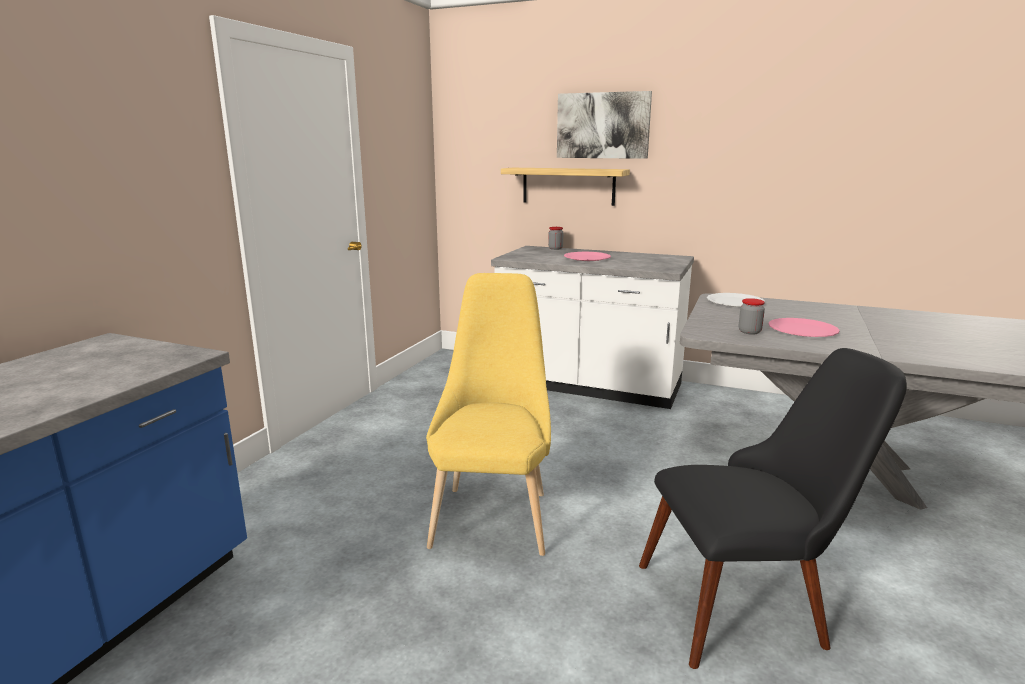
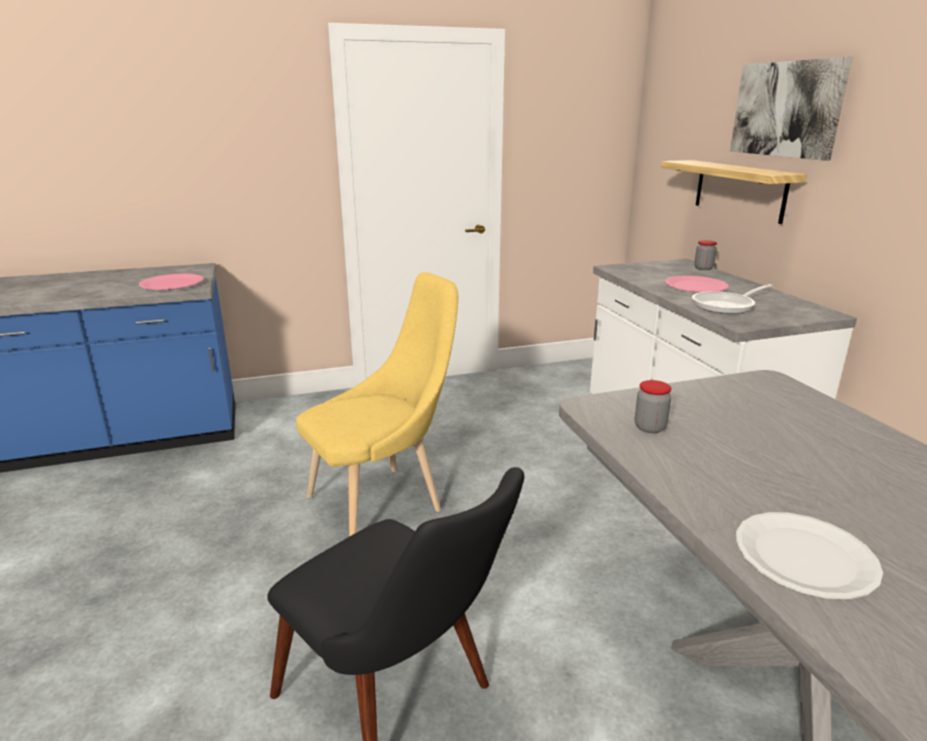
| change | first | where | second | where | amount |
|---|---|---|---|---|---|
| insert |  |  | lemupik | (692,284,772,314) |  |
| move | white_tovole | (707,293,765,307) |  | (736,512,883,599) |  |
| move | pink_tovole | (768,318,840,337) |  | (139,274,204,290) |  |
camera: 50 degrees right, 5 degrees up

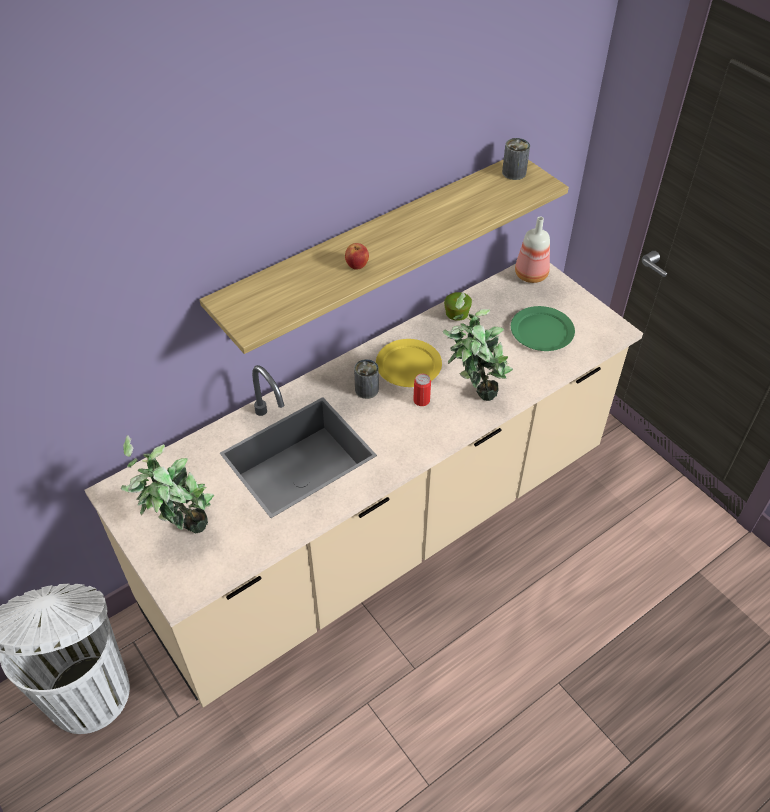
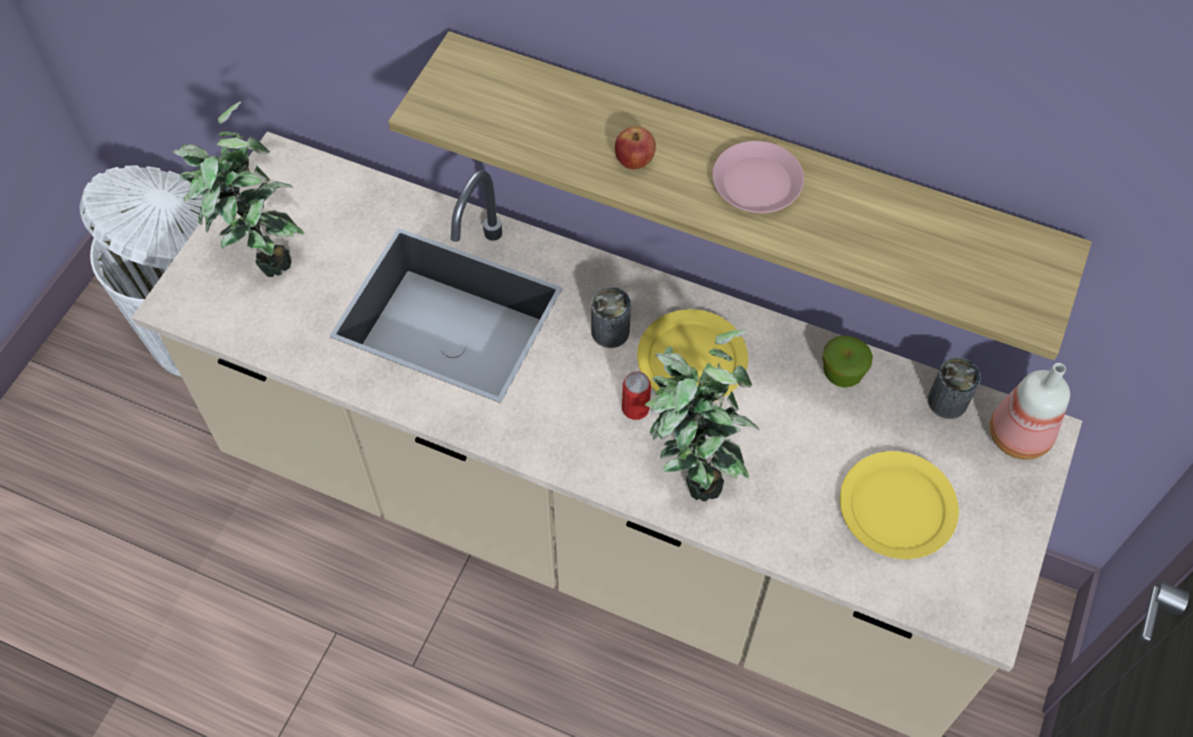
| change | first | where | second | where | amount |
|---|---|---|---|---|---|
| insert |  |  | pink_tovole | (712,141,804,213) |  |
| move | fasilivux | (502,138,530,180) |  | (928,357,981,419) |  |
| recolor | green_tovole | (511,306,575,351) | yellow_tovole | (840,451,959,559) |  |
camera: 60 degrees right, 10 degrees up

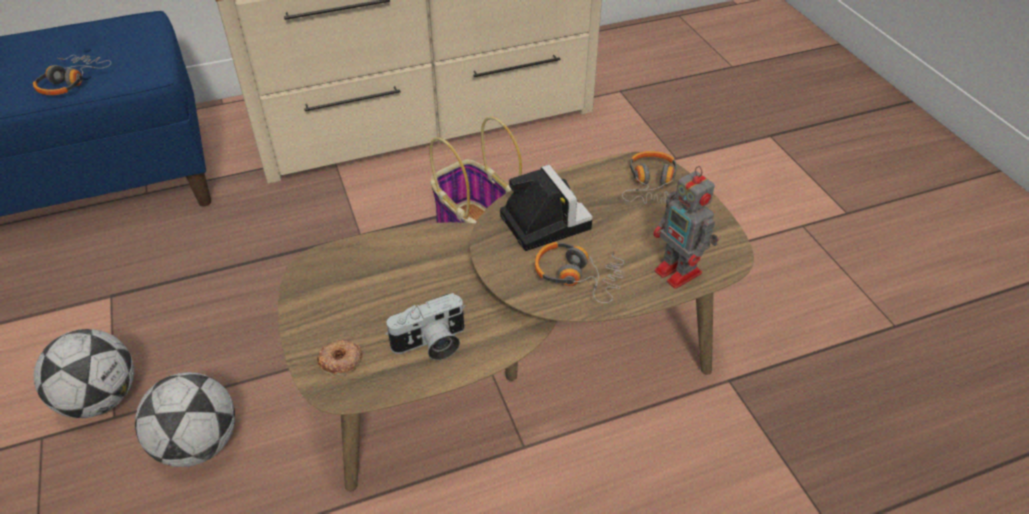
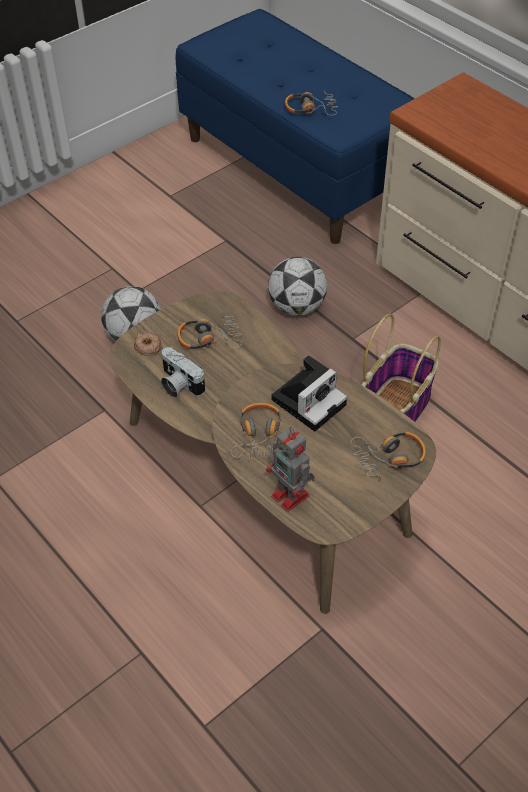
| change | first | where | second | where | amount |
|---|---|---|---|---|---|
| insert |  |  | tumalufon | (177,311,242,349) |  |
| move | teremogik | (34,329,134,418) |  | (268,257,327,316) |  |
| rotate | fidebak | (653,166,719,289) |  | (266,427,315,512) | 75 degrees counterclockwise |
camera: 70 degrees right, 5 degrees up

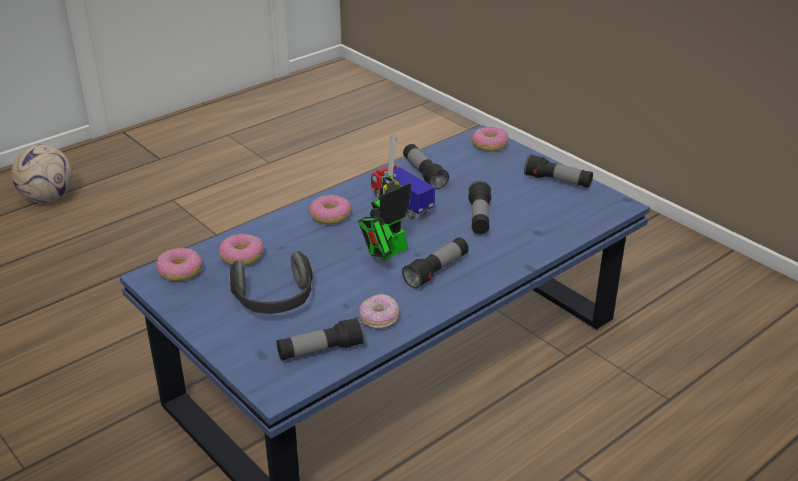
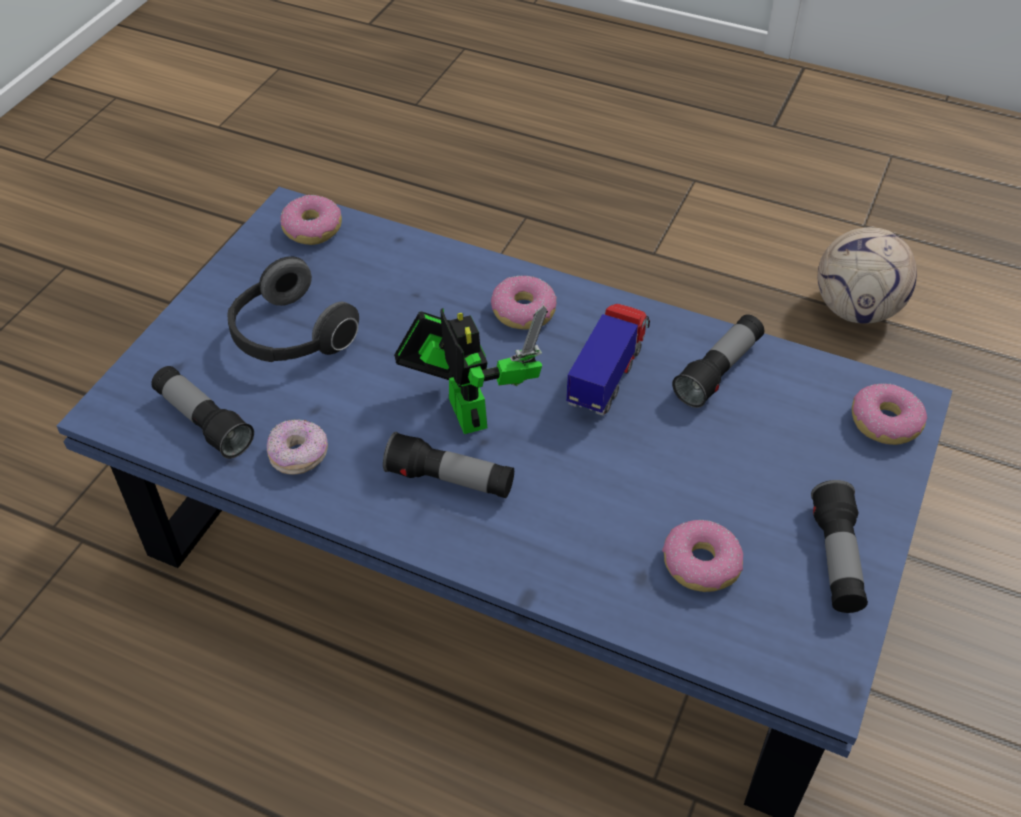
| change | first | where | second | where | amount |
|---|---|---|---|---|---|
| delete | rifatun | (468,181,491,234) |  |  |  |
| move | teremogik | (11,144,73,203) |  | (818,227,917,324) |  |
| move | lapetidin | (219,234,264,266) |  | (662,519,743,592) |  |
| rotate | fidebak | (358,132,411,260) |  | (394,306,548,434) | 45 degrees clockwise |
camera: 65 degrees right, 15 degrees up

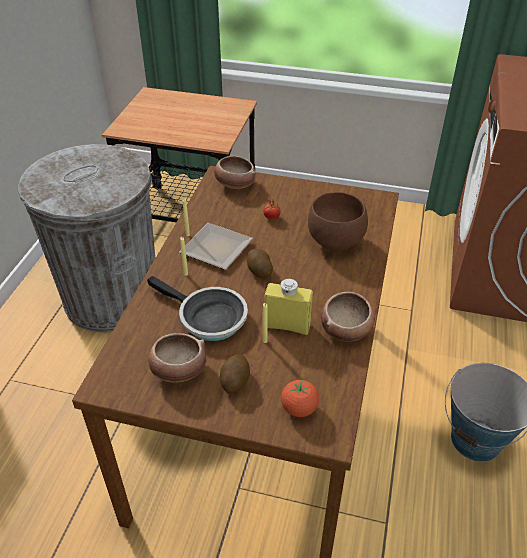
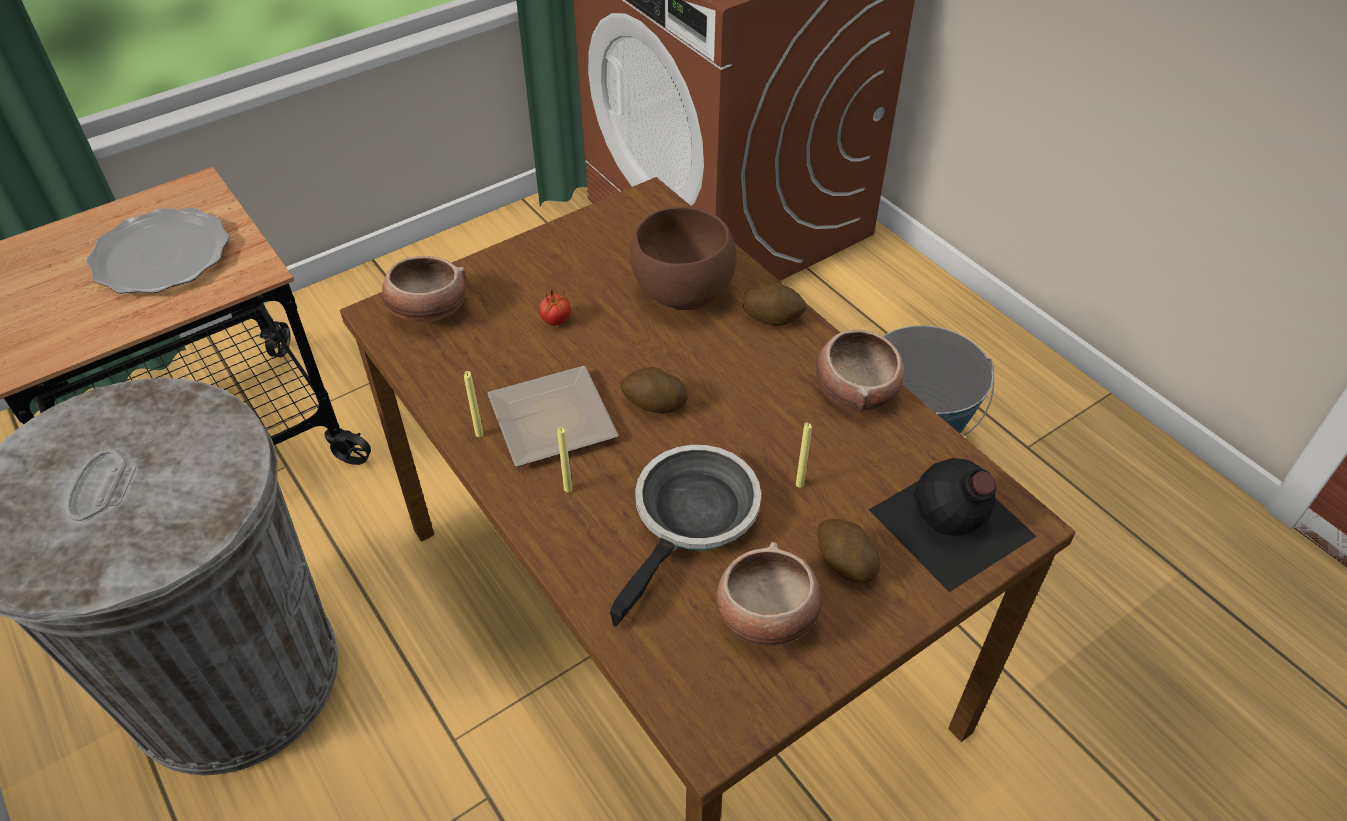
| change | first | where | second | where | amount |
|---|---|---|---|---|---|
| delete | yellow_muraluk | (265,279,313,335) |  |  |  |
| insert |  |  | tovole | (86,208,229,293) |  |
| insert |  |  | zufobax | (742,283,806,326) |  |
| replace | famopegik | (281,380,319,417) | black_muraluk | (869,458,1037,592) |  |
| rotate | lemupik | (147,276,248,341) |  | (610,445,761,627) | 45 degrees counterclockwise |
camera: 50 degrees left, 5 degrees up

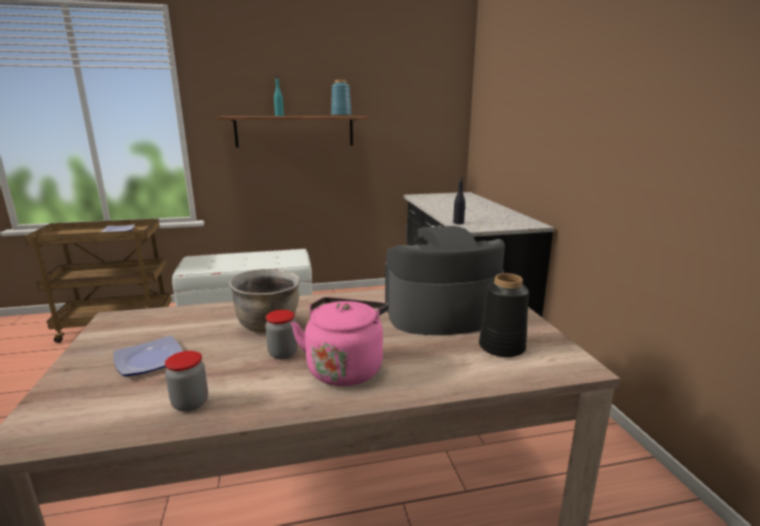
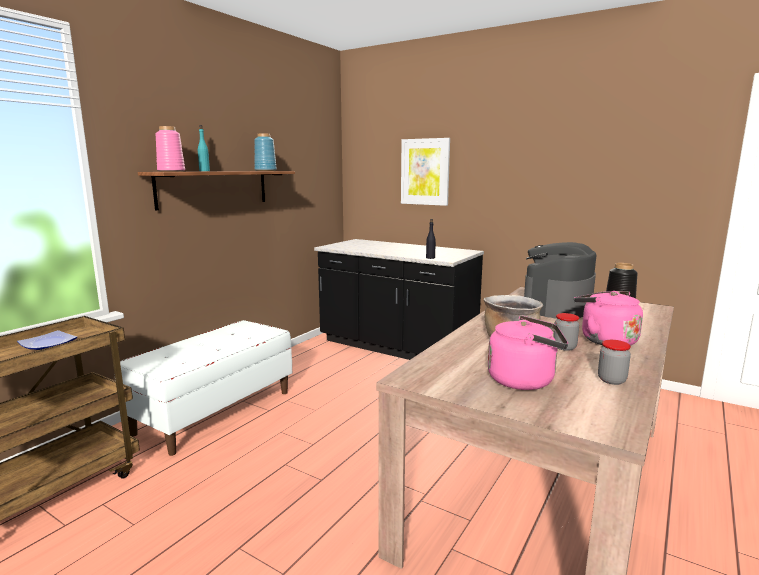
| change | first | where | second | where | amount |
|---|---|---|---|---|---|
| insert |  |  | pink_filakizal | (156,126,185,172) |  |
| insert |  |  | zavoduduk | (401,138,450,206) |  |
| replace | tovole | (114,336,183,376) | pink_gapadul | (488,315,568,390) |  |
camera: 45 degrees left, 5 degrees down

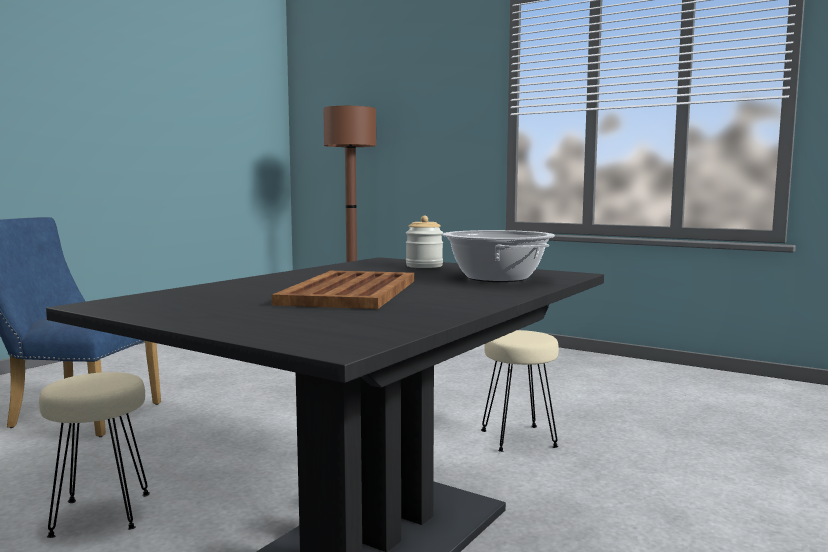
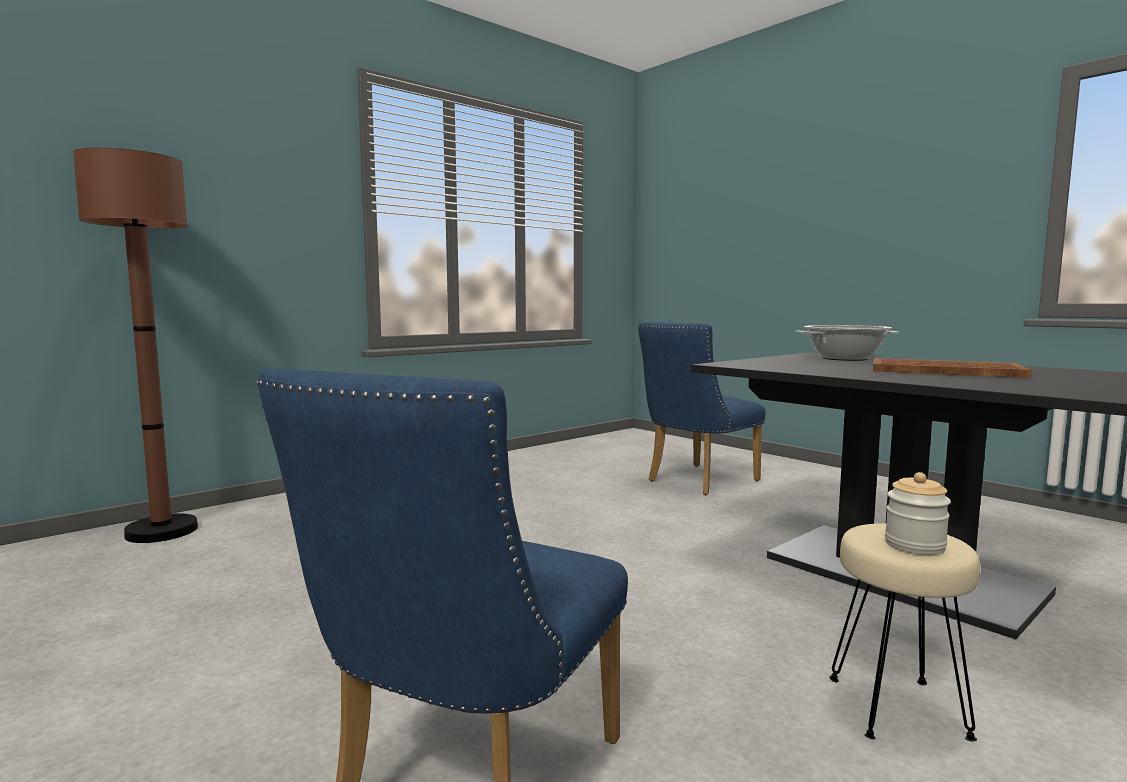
| change | first | where | second | where | amount |
|---|---|---|---|---|---|
| delete | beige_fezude | (481,330,559,452) |  |  |  |
| insert |  |  | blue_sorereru | (638,322,766,495) |  |
| move | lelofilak | (406,216,443,268) |  | (885,472,951,555) |  |
camera: 75 degrees left, 0 degrees up

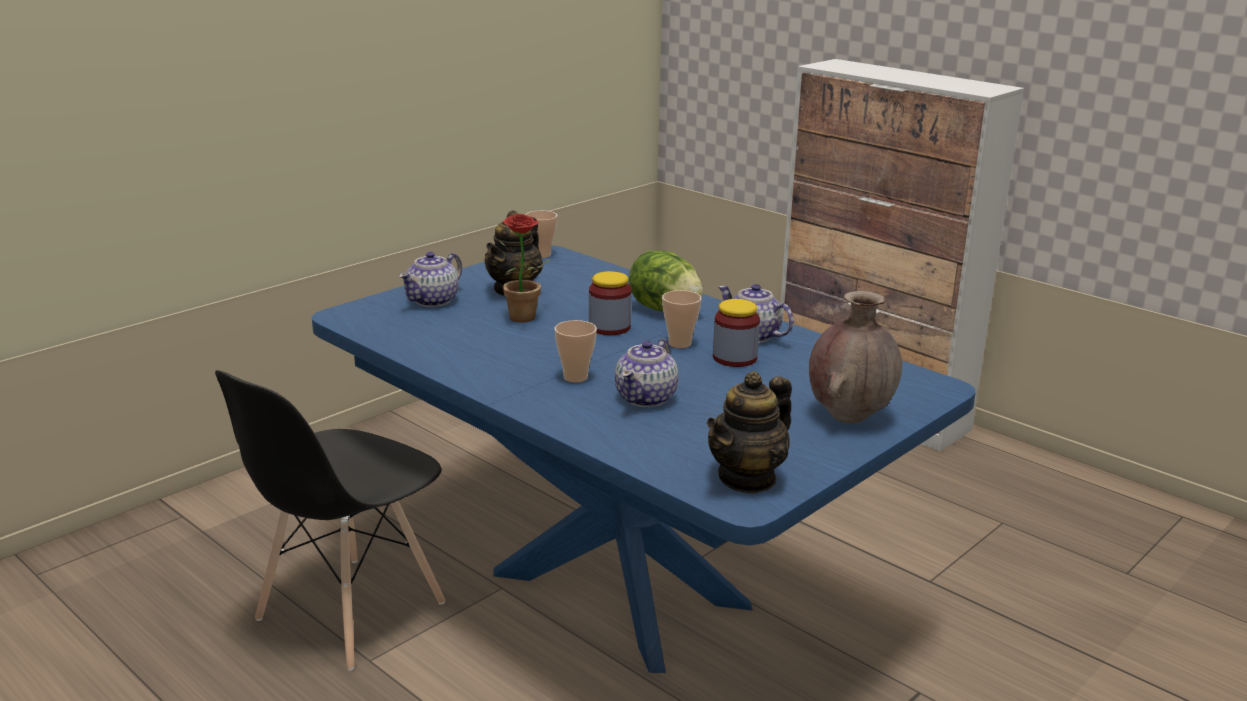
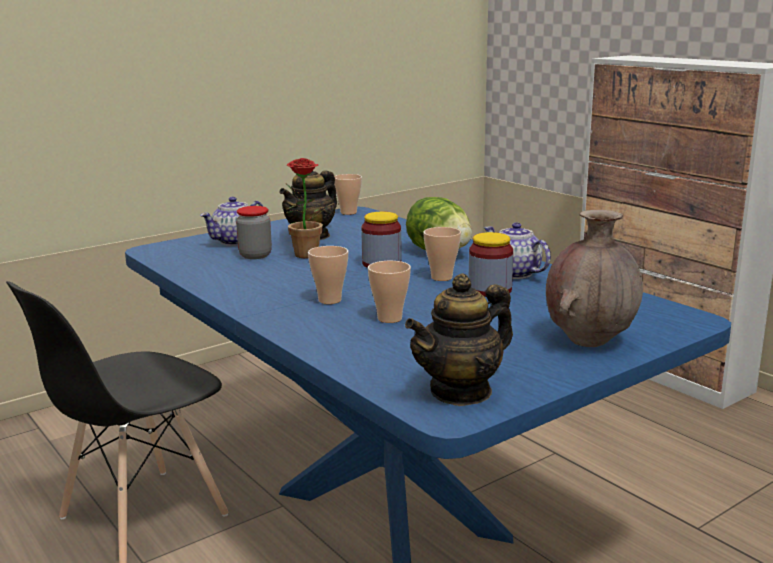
| change | first | where | second | where | amount |
|---|---|---|---|---|---|
| insert |  |  | lelofilak | (236,206,272,259) |  |
| replace | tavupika | (615,339,678,407) | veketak | (368,261,411,323) |  |
camera: 10 degrees right, 5 degrees down

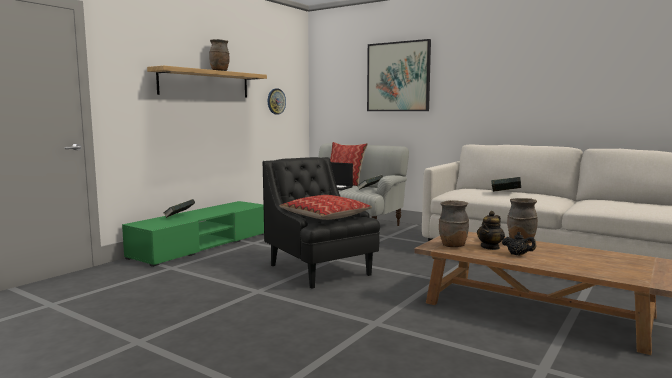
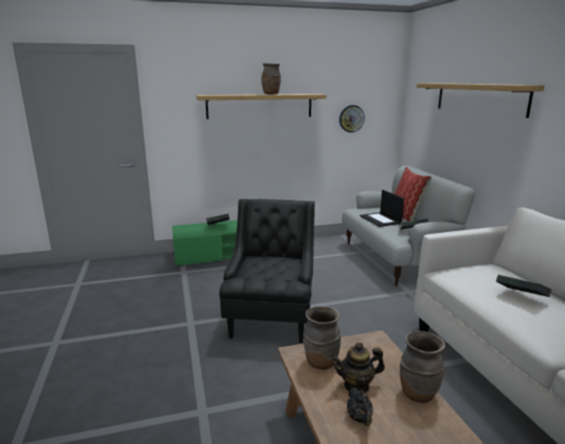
| change | first | where | second | where | amount |
|---|---|---|---|---|---|
| delete | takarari | (280,195,372,220) |  |  |  |
| replace | zavoduduk | (367,39,431,111) | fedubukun | (416,83,544,118) |  |
camera: 40 degrees right, 10 degrees up

